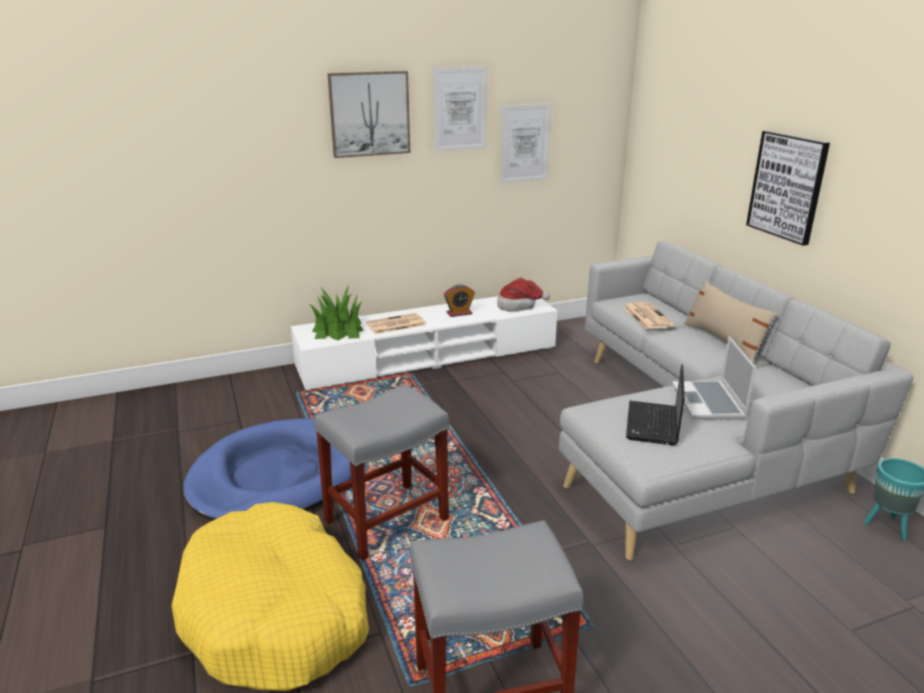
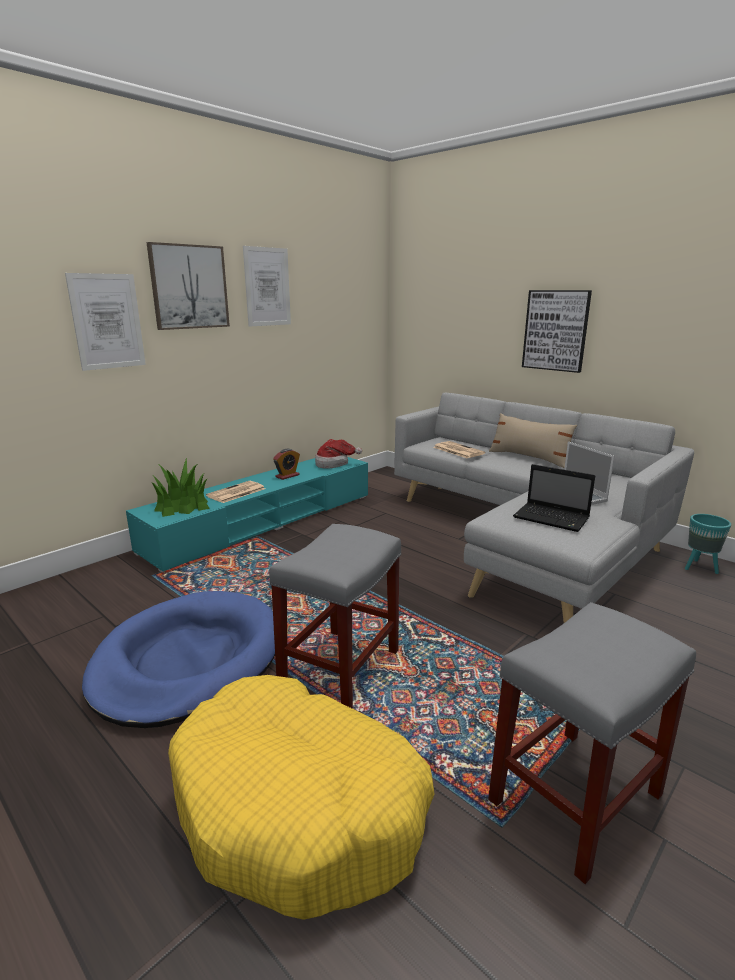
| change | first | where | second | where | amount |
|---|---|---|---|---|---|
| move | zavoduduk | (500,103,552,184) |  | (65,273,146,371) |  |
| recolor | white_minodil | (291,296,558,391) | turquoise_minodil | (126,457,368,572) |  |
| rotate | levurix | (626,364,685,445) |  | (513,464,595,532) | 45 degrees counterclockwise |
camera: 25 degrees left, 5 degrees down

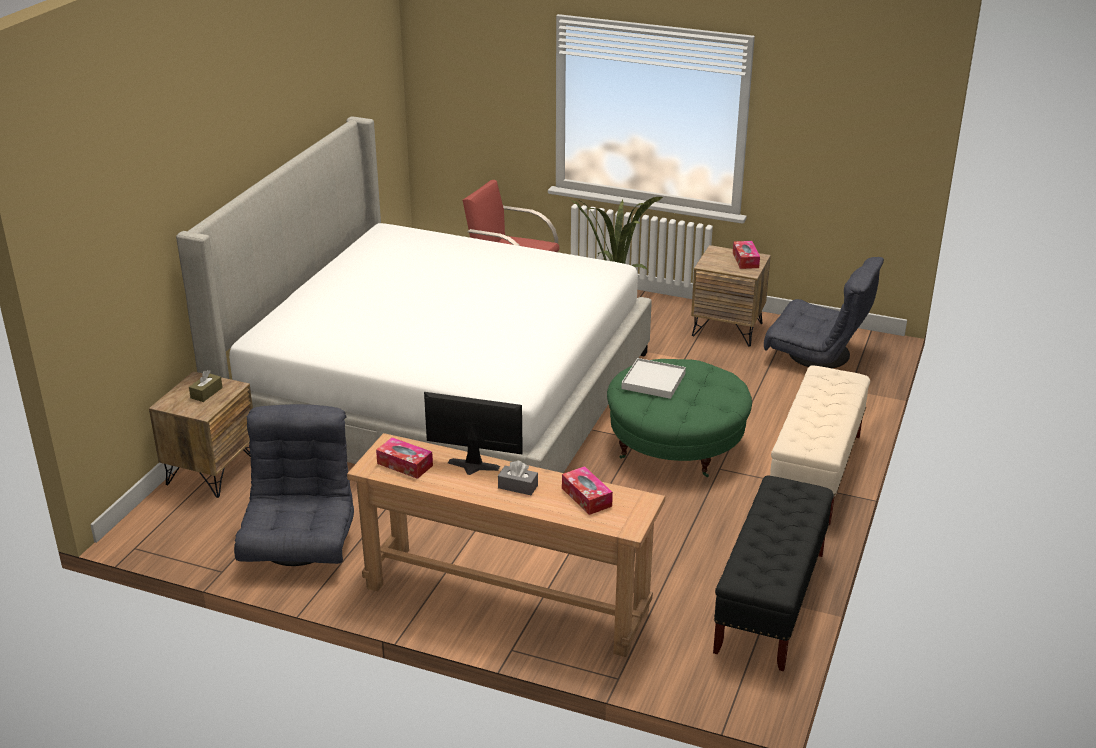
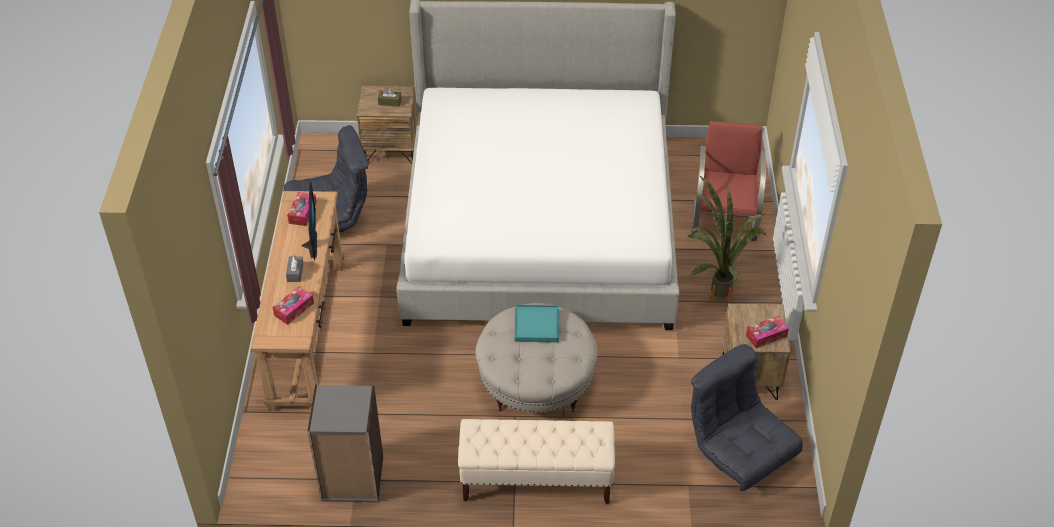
| change | first | where | second | where | amount |
|---|---|---|---|---|---|
| replace | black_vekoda | (713,476,834,671) | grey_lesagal | (308,385,383,503) |  |
| recolor | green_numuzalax | (607,359,752,477) | beige_numuzalax | (475,303,598,412) |  |
| recolor | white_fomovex | (621,358,686,399) | turquoise_fomovex | (515,305,559,342) |  |
| rotate | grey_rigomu | (764,257,884,368) |  | (691,344,803,491) | 135 degrees clockwise |
camera: 70 degrees right, 15 degrees up

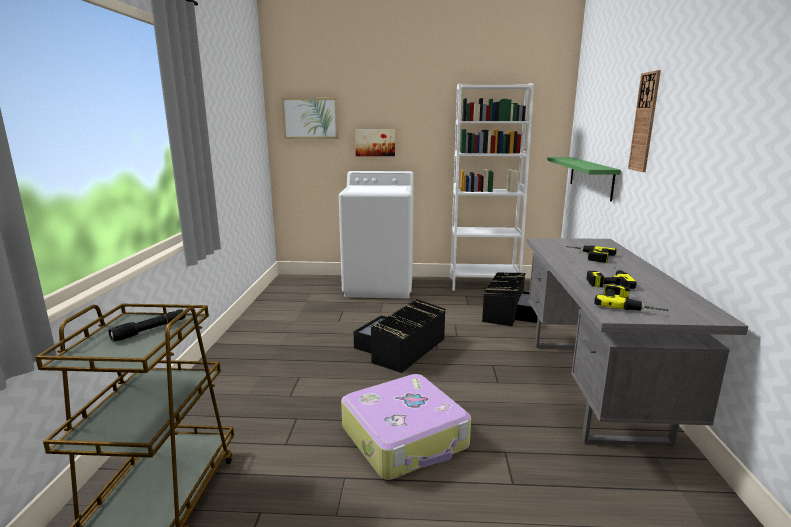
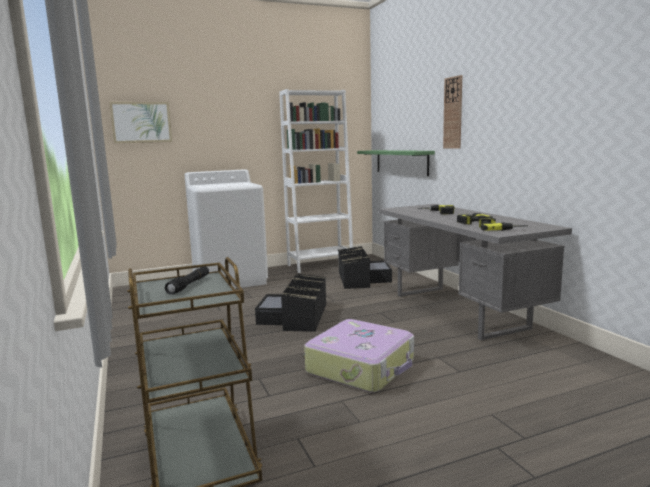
| change | first | where | second | where | amount |
|---|---|---|---|---|---|
| delete | zavoduduk | (355,129,395,156) |  |  |  |
camera: 25 degrees left, 5 degrees down

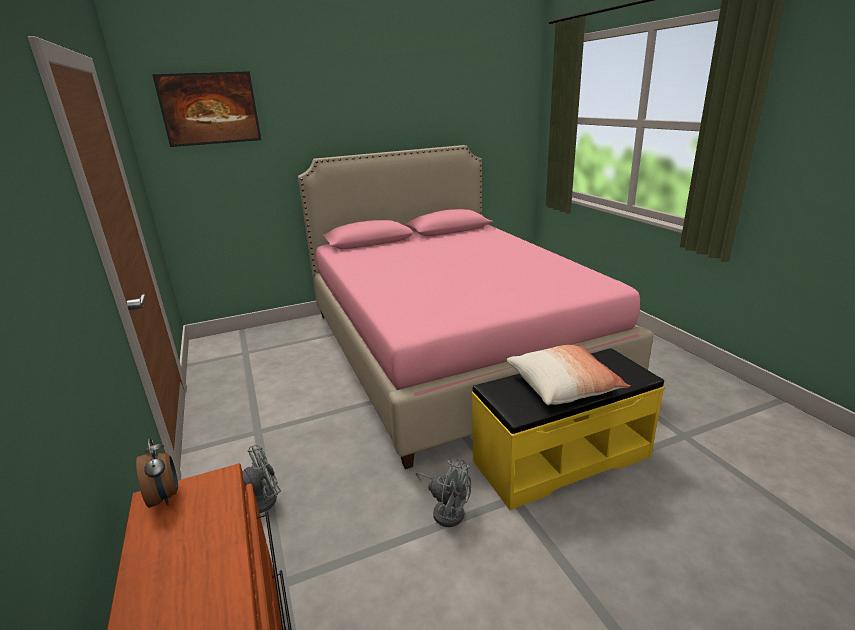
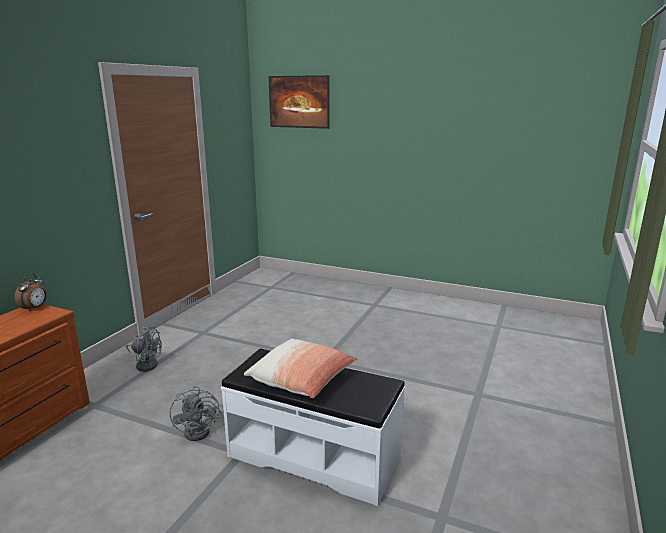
| change | first | where | second | where | amount |
|---|---|---|---|---|---|
| delete | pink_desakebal | (298,145,653,469) |  |  |  |
| recolor | yellow_vekoda | (472,348,665,510) | white_vekoda | (221,348,405,506) |  |
camera: 45 degrees right, 5 degrees down

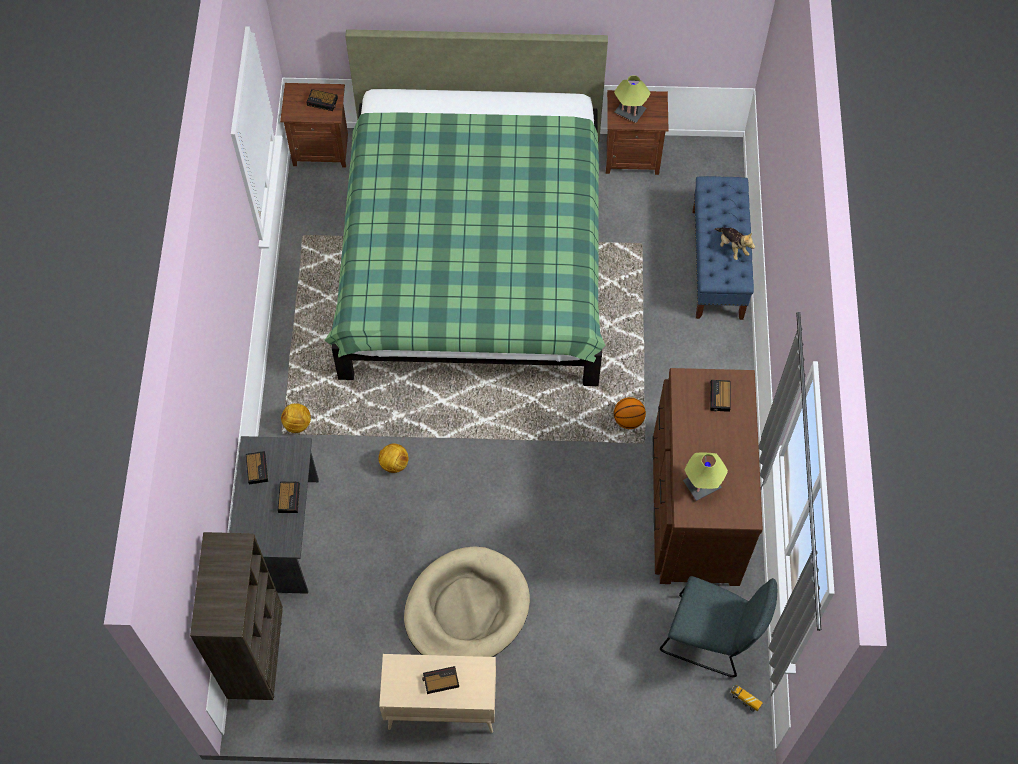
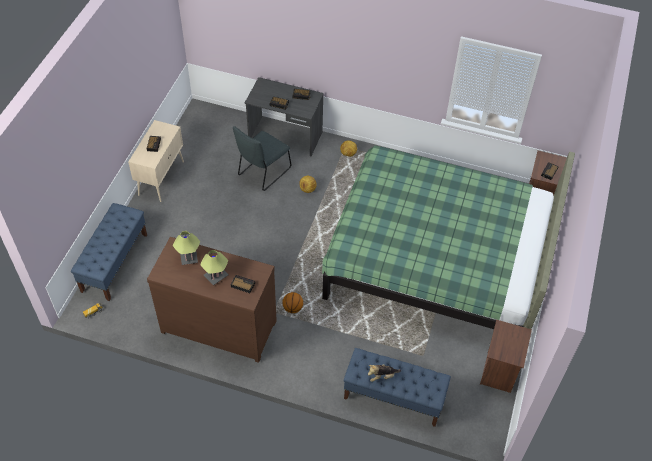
| change | first | where | second | where | amount |
|---|---|---|---|---|---|
| delete | brown_lesagal | (190,532,283,700) |  |  |  |
| delete | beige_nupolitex | (404,546,530,657) |  |  |  |
| insert |  |  | blue_vekoda | (71,203,147,301) |  |
| move | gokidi | (614,75,651,123) |  | (200,250,229,285) |  |
| move | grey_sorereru | (660,576,777,677) |  | (233,126,291,191) |  |
camera: 105 degrees right, 10 degrees down

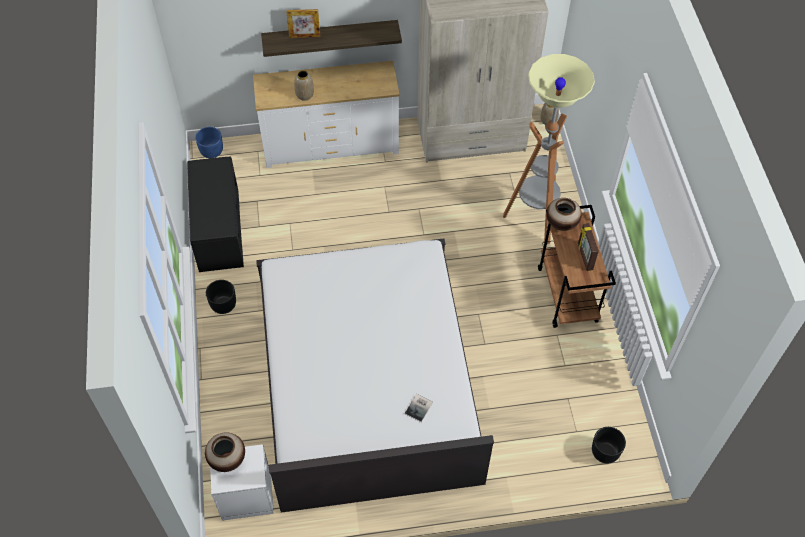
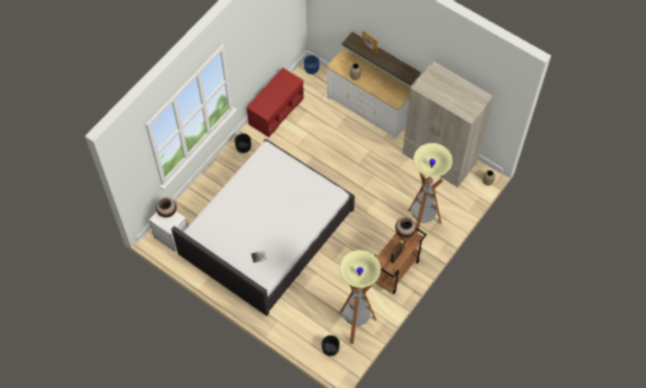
| change | first | where | second | where | amount |
|---|---|---|---|---|---|
| insert |  |  | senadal | (339,250,381,344) |  |
| recolor | black_vekoda | (187,157,244,272) | red_vekoda | (246,68,304,137) |  |
camera: 45 degrees right, 5 degrees up

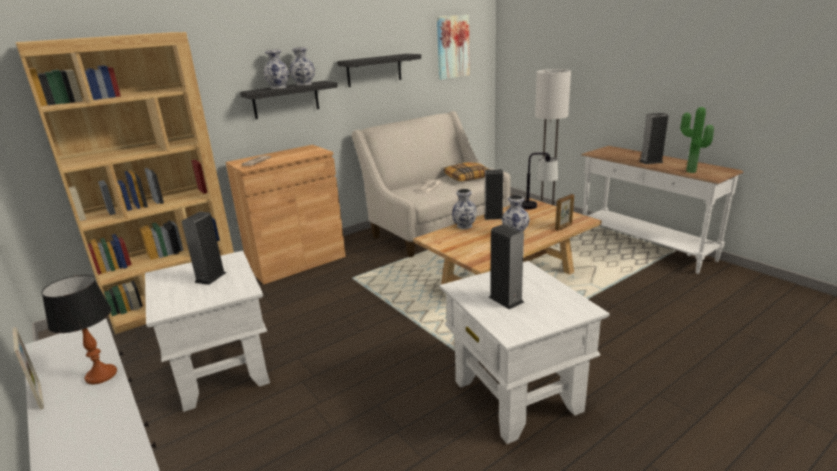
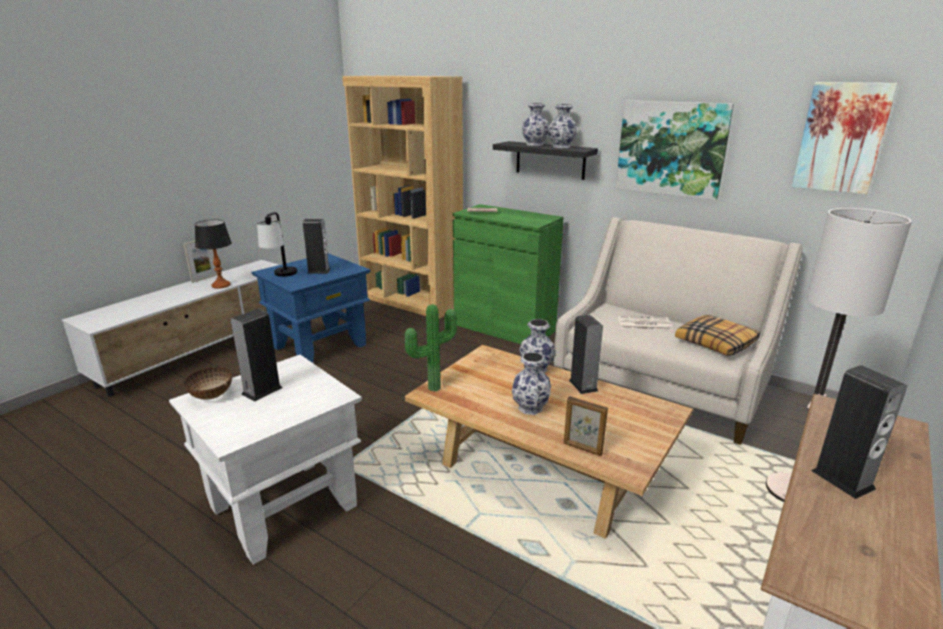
| change | first | where | second | where | amount |
|---|---|---|---|---|---|
| insert |  |  | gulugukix | (183,367,232,400) |  |
| move | gokidi | (522,153,558,210) |  | (257,212,297,277) |  |
| move | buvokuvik | (680,107,714,173) |  | (405,304,457,392) |  |
| replace | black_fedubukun | (337,54,421,87) | zavoduduk | (616,100,734,200) |  |
| recolor | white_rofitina | (145,251,270,412) | blue_rofitina | (251,253,371,363) |  |
| recolor | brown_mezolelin | (226,145,346,284) | green_mezolelin | (453,204,564,344) |  |
camera: 70 degrees right, 0 degrees up

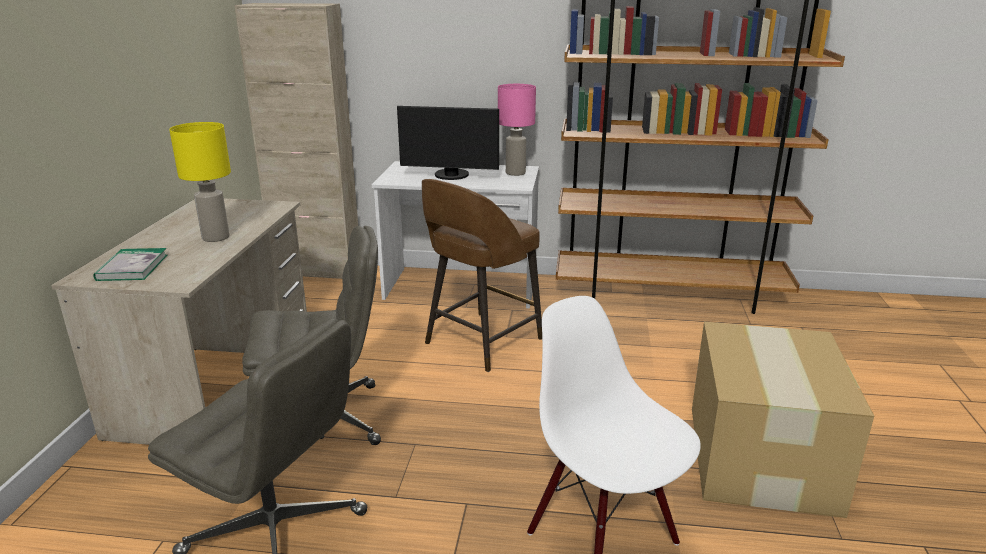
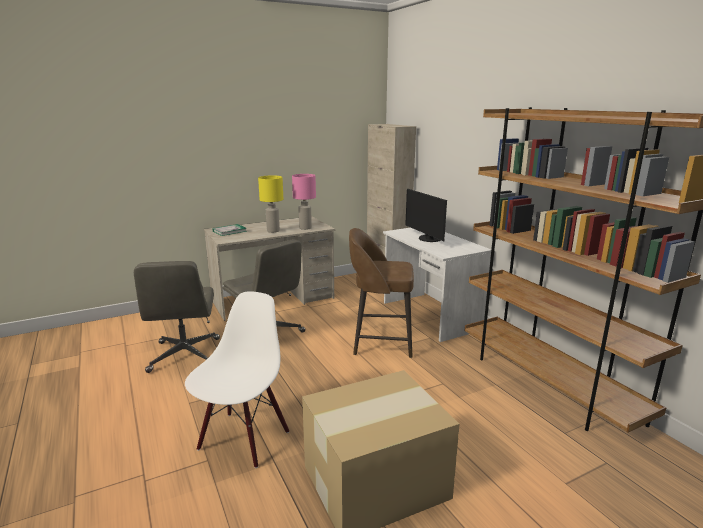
| change | first | where | second | where | amount |
|---|---|---|---|---|---|
| move | pink_gokidi | (498,84,536,176) |  | (292,174,316,230) |  |
camera: 55 degrees right, 5 degrees down

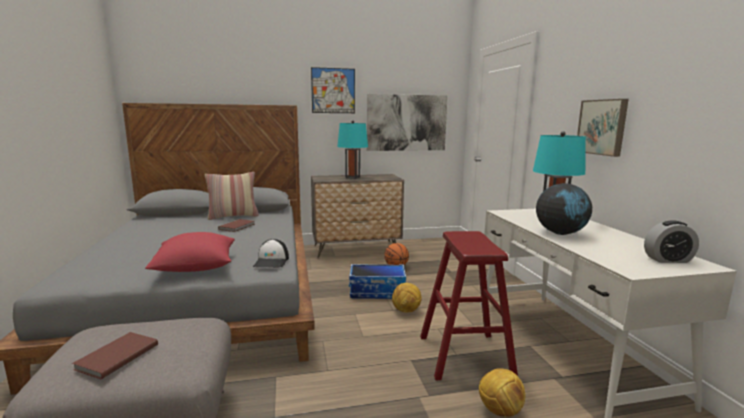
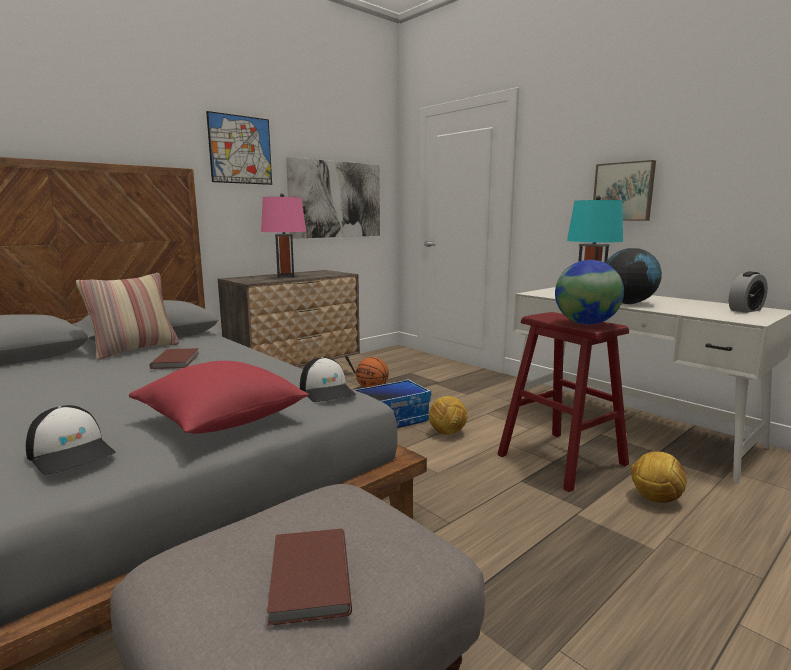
| change | first | where | second | where | amount |
|---|---|---|---|---|---|
| insert |  |  | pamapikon | (26,405,115,475) |  |
| insert |  |  | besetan | (555,260,624,325) |  |
| recolor | turquoise_gokidi | (337,120,368,179) | pink_gokidi | (261,193,306,278) |  |
camera: 30 degrees left, 0 degrees up

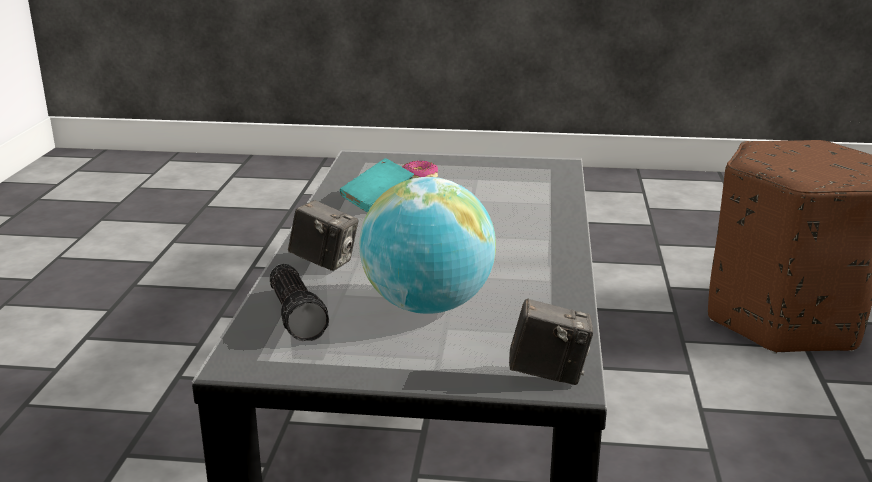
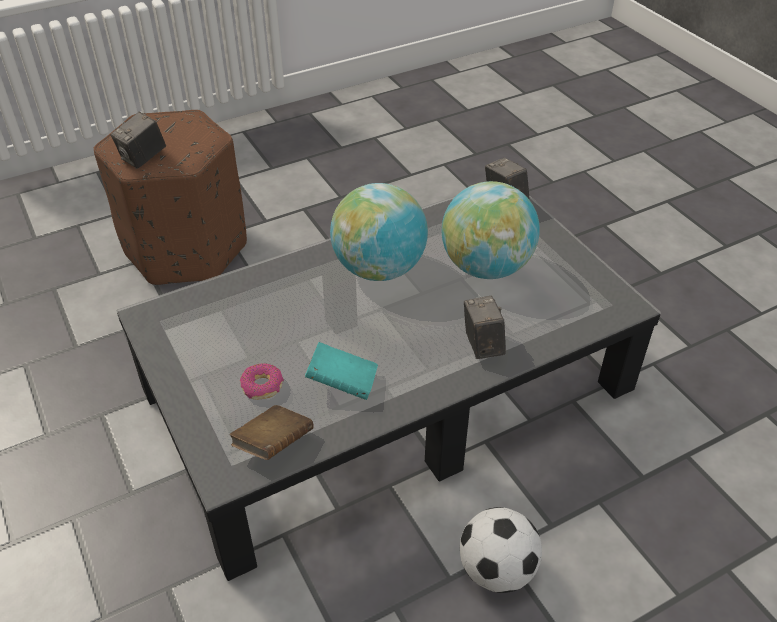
| change | first | where | second | where | amount |
|---|---|---|---|---|---|
| delete | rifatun | (270,264,329,342) |  |  |  |
| insert |  |  | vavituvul | (111,112,166,169) |  |
| insert |  |  | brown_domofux | (229,405,314,460) |  |
| insert |  |  | besetan | (330,183,428,281) |  |
| insert |  |  | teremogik | (460,507,542,593) |  |
camera: 125 degrees left, 20 degrees up

